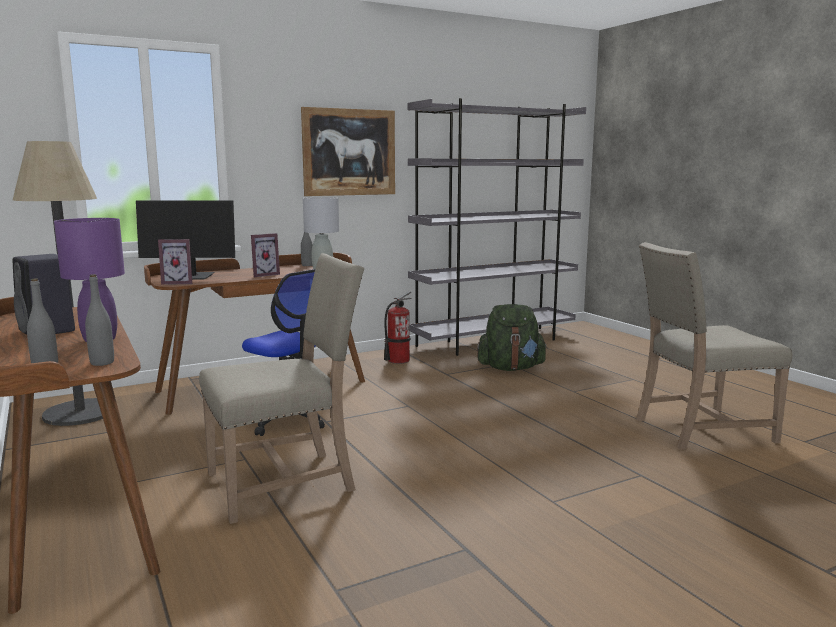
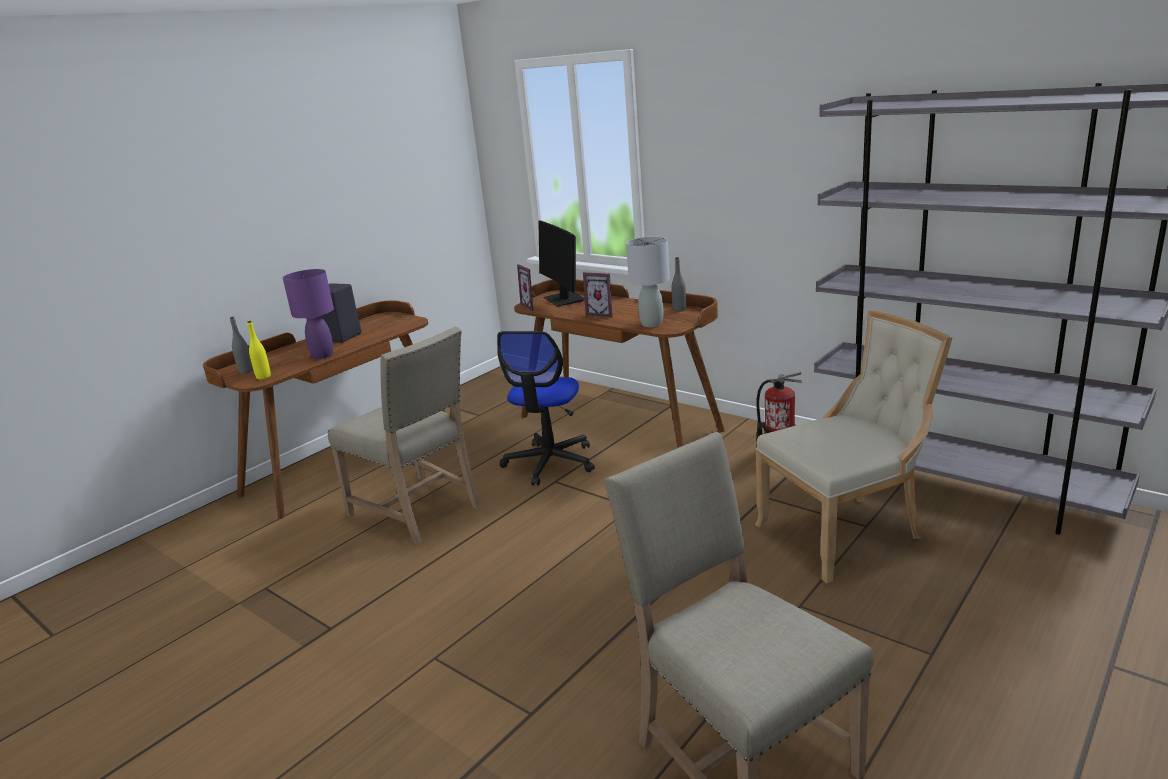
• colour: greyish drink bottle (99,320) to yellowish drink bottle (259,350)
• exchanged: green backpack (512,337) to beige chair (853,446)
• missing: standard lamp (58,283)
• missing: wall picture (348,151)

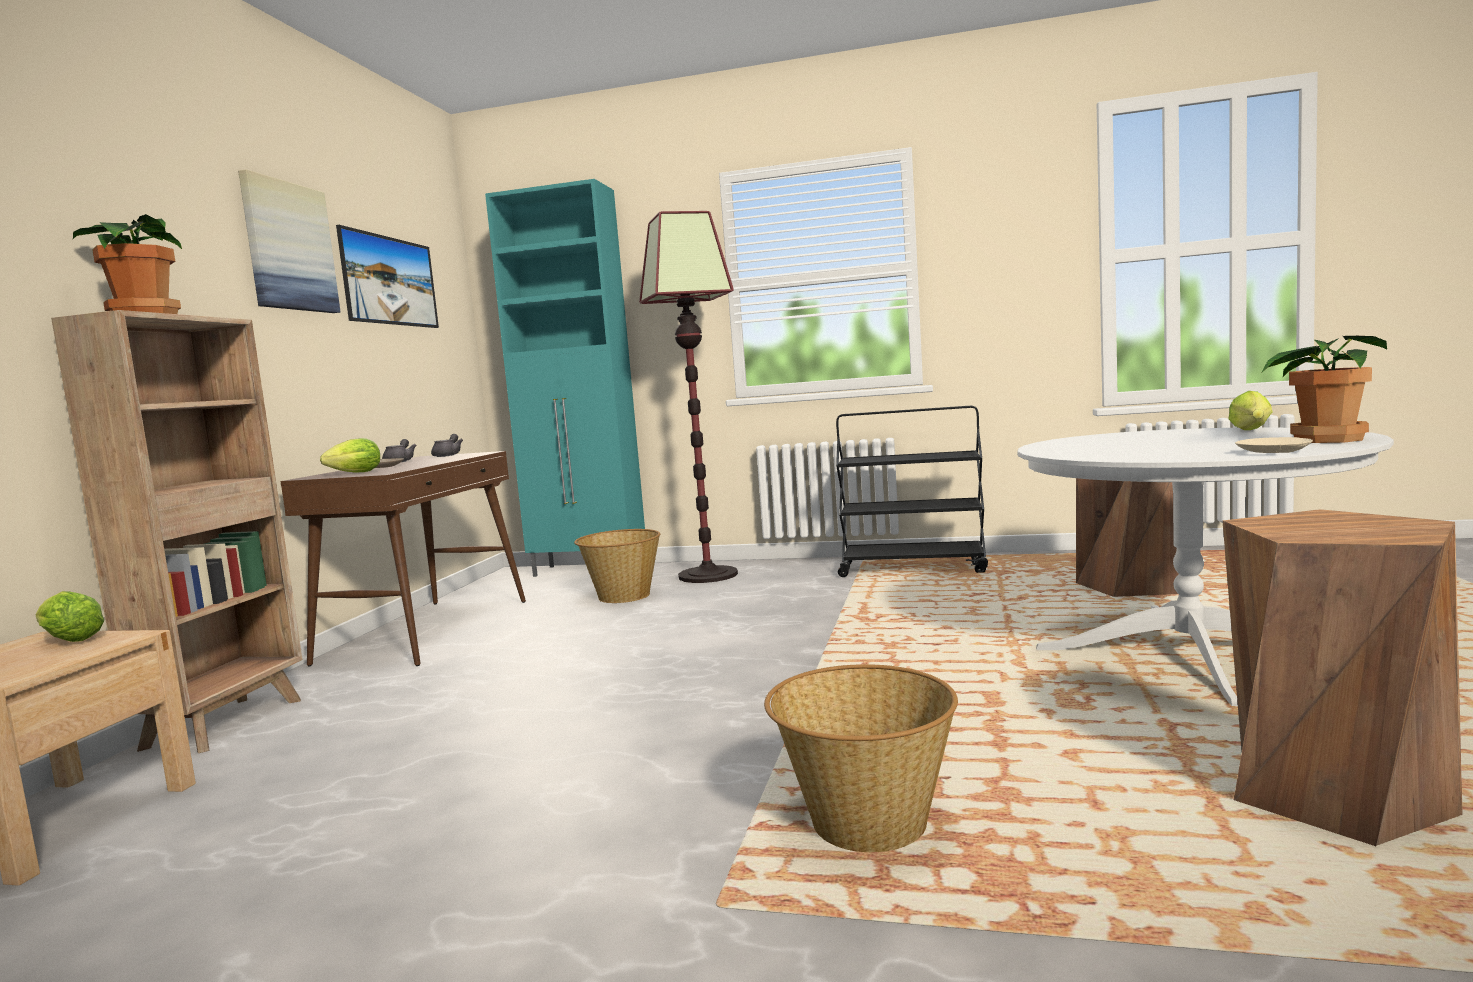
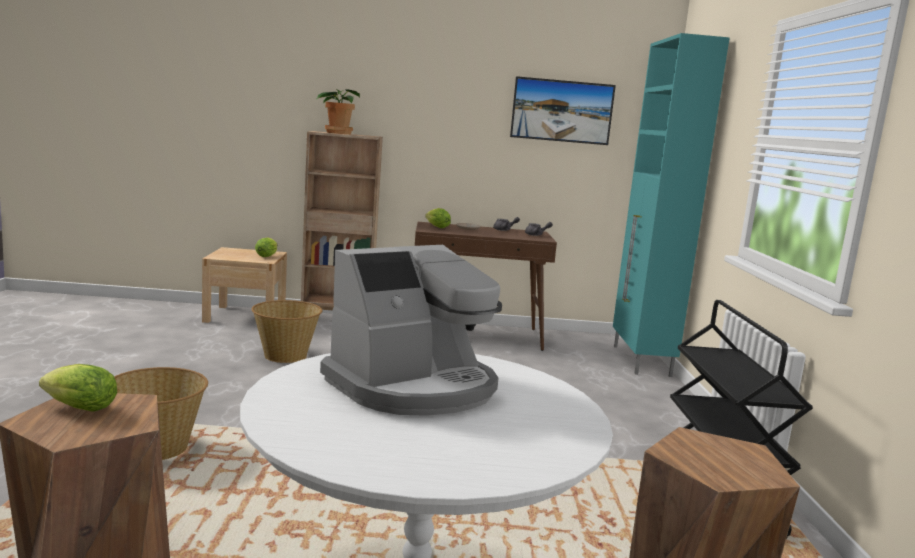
• relocated: lettuce (1250,410) to (78,388)
• relocated: basket (617,566) to (286,331)
• appeared: coffee machine (411,330)
• missing: wall picture (289,241)
• missing: standard lamp (688,397)
• missing: beige plate (1274,445)
• missing: plant in a pot (1324,389)

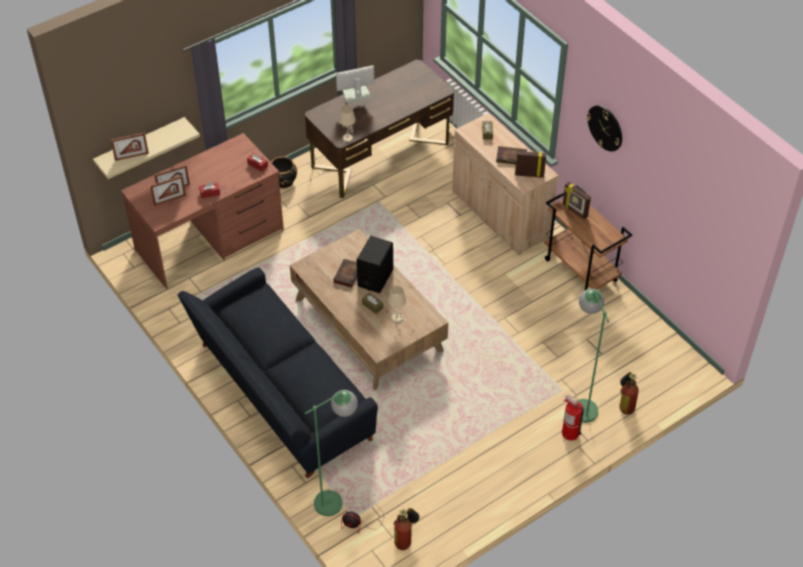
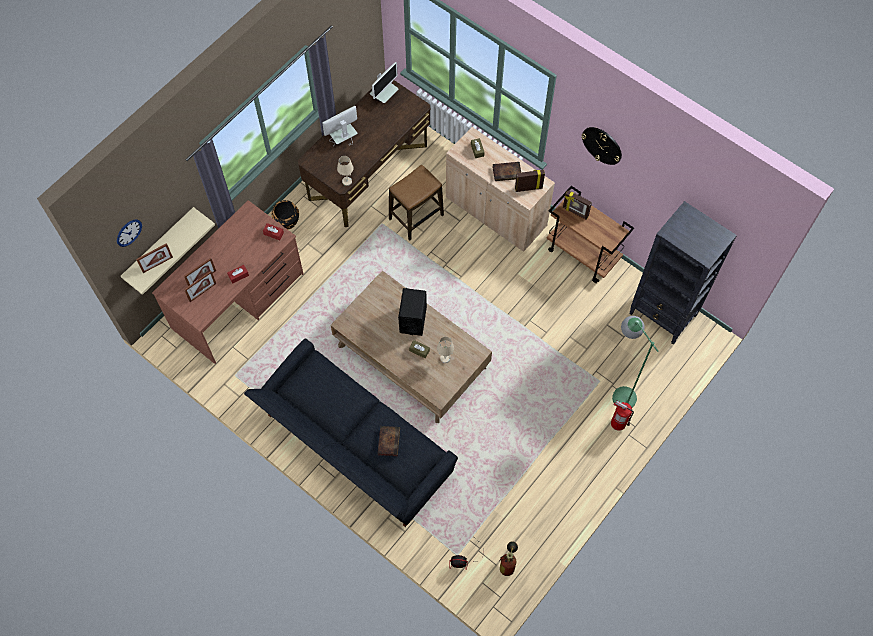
• appeared: hanging clock (129,233)
• appeared: computer screen (384,82)
• relocated: bound book (345,273) to (388,441)
• appeared: stool (416,203)
• appeared: blackish bookcase (683,272)
• missing: green standard lamp (331,453)
• missing: extinguisher (629,393)

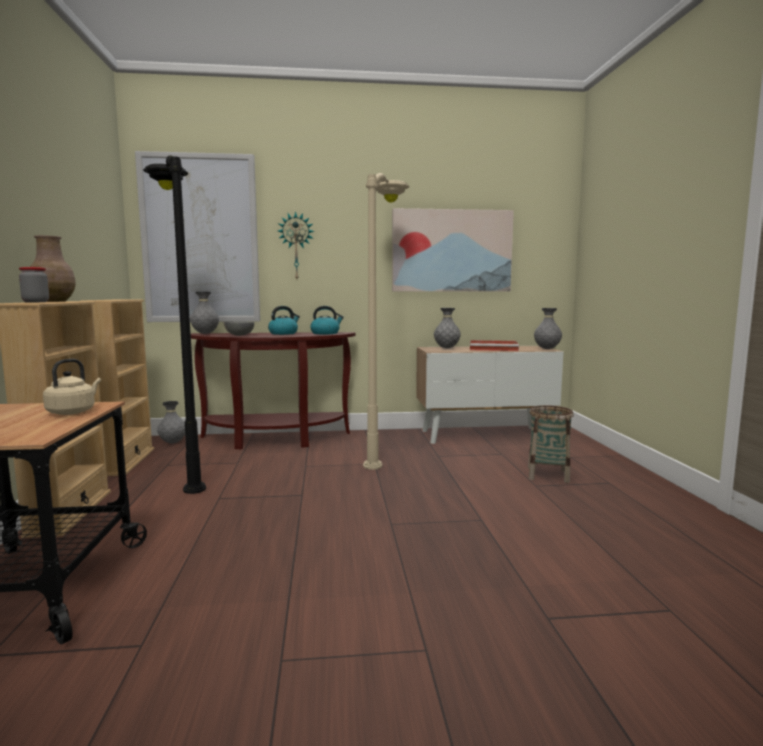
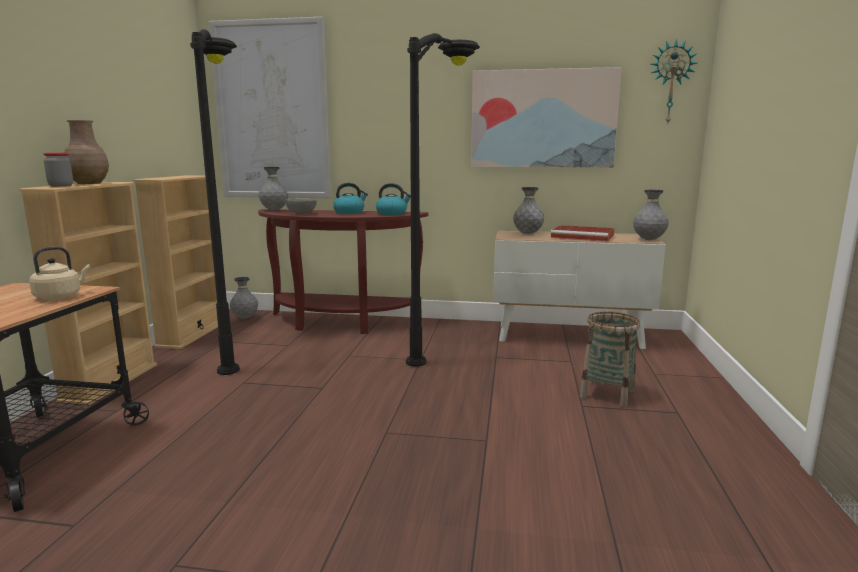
• colour: beige standard lamp (386,321) to blackish standard lamp (443,200)
• relocated: hanging clock (296,245) to (674,81)

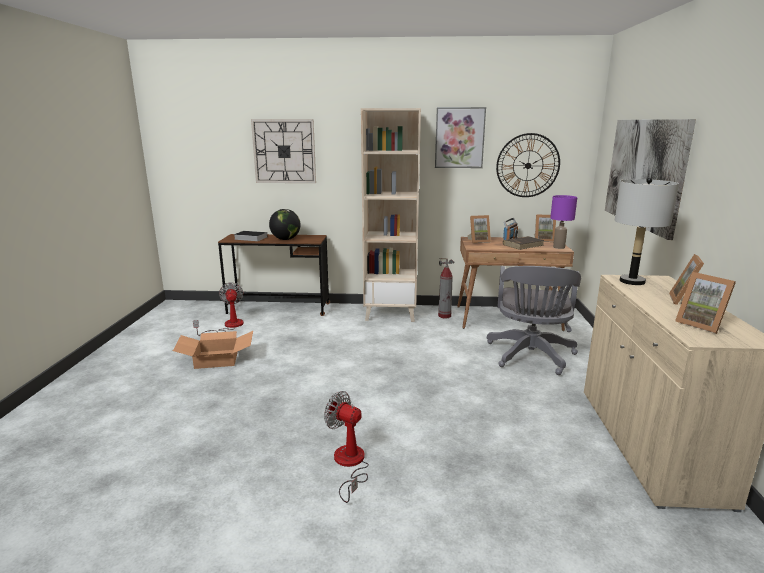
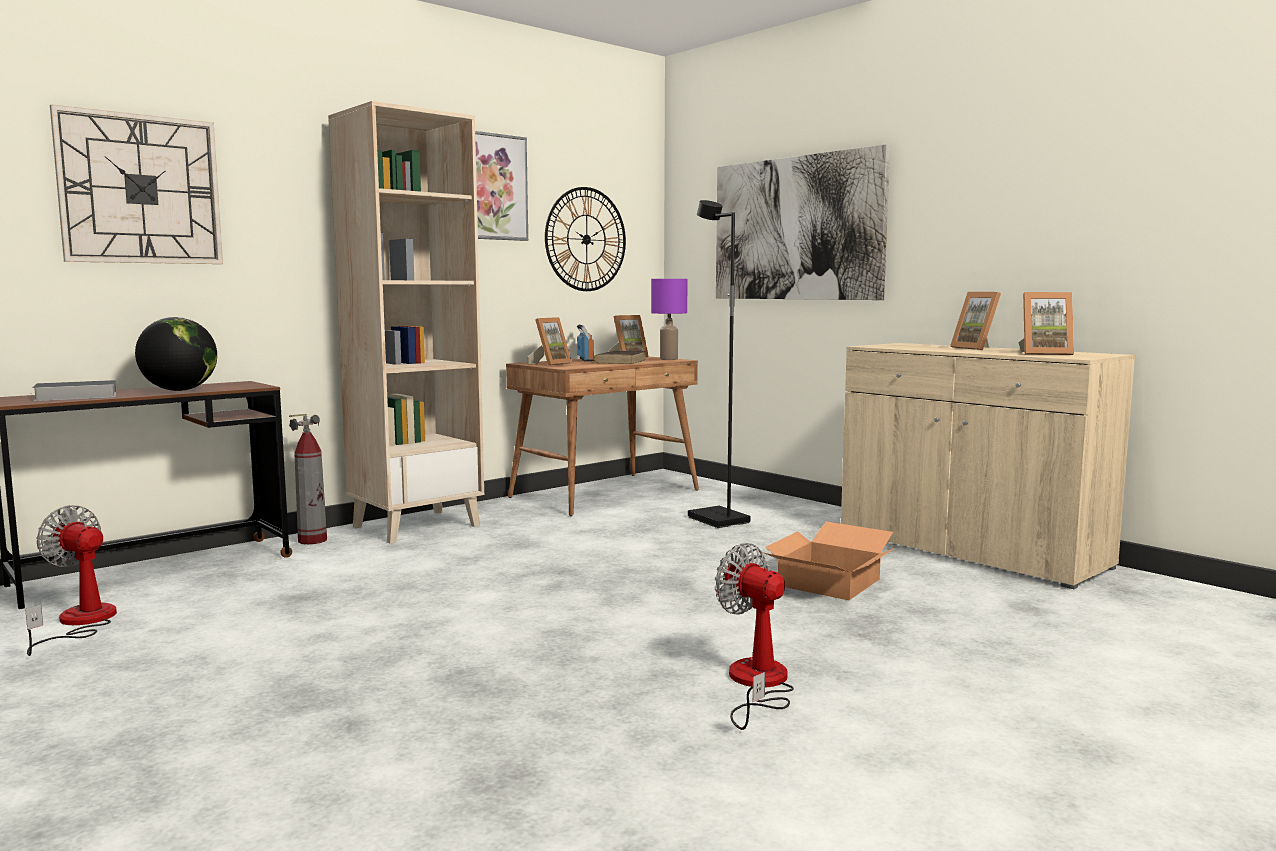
• relocated: extinguisher (446,288) to (308,479)
• exchanged: greyish desk chair (534,320) to blackish standard lamp (719,364)
• spun: cooling fan (346,447) = (754,636) 60 degrees clockwise
• relocated: cardboard box (213,350) to (828,560)
• missing: greyish lamp for a table (647,231)

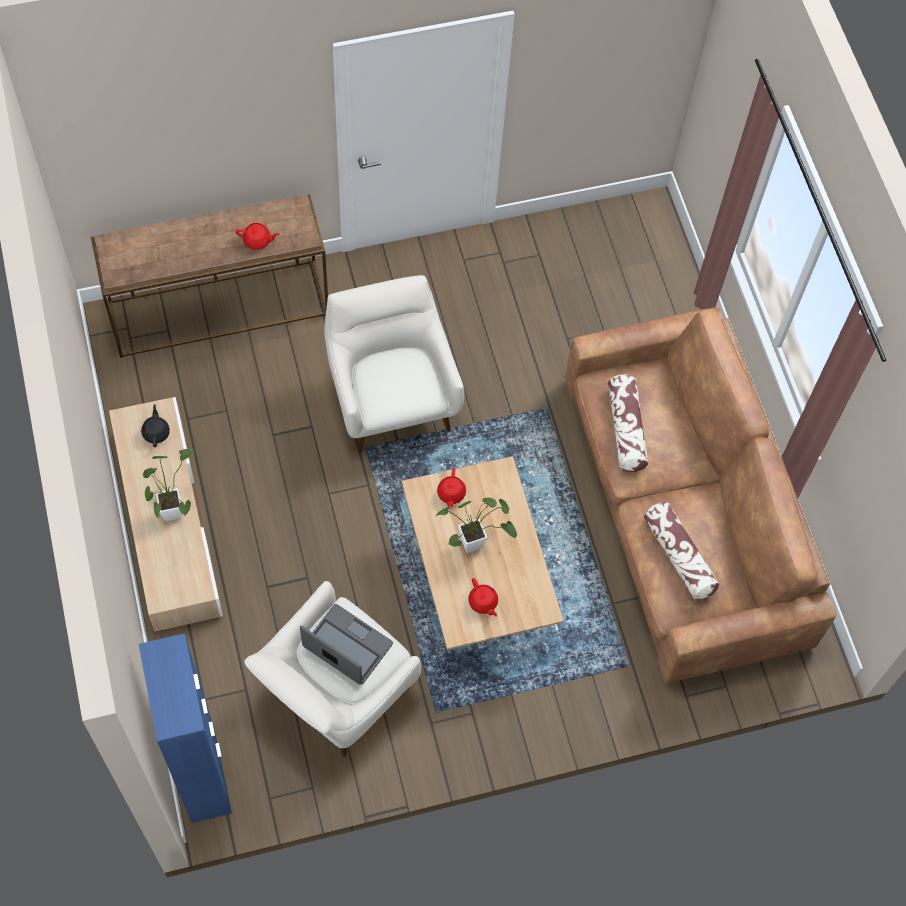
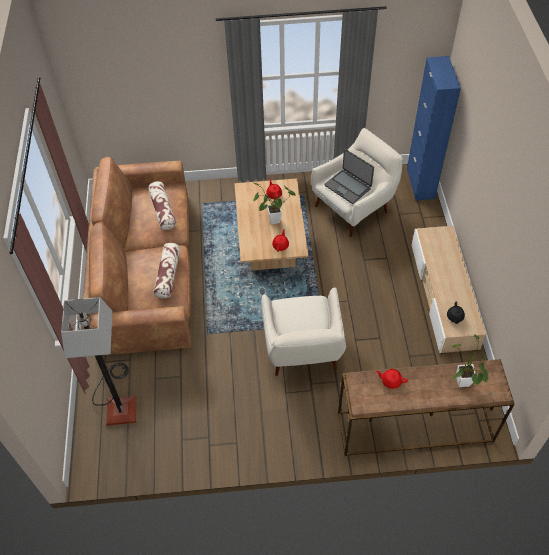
• appeared: standard lamp (98,361)
• relocated: plant in a pot (168,485) to (470,360)

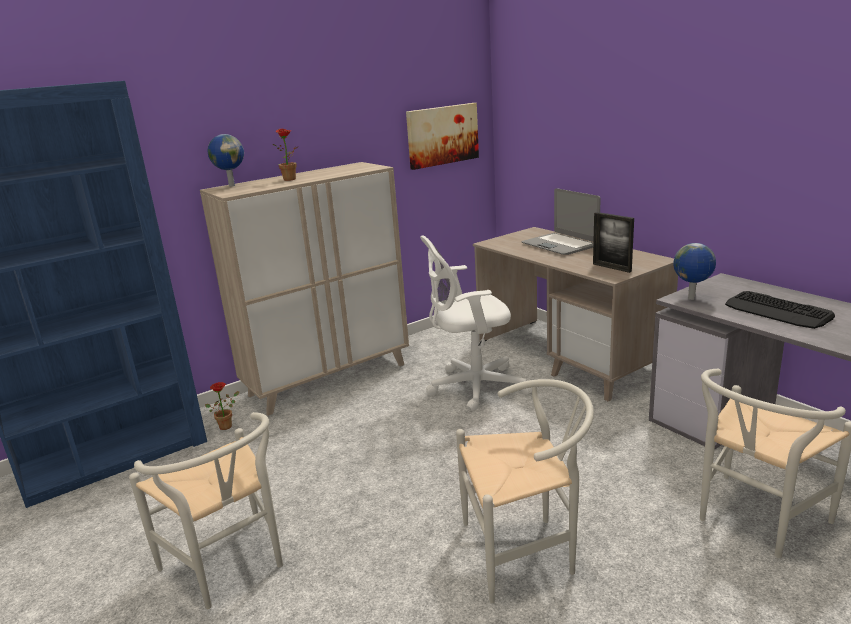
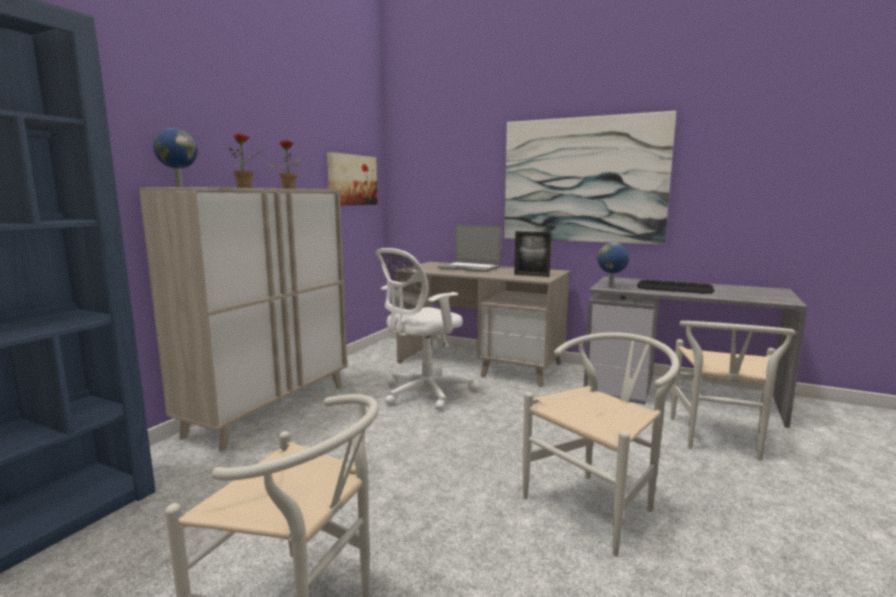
• relocated: plant in a pot (222,406) to (285,164)
• appeared: wall picture (590,178)

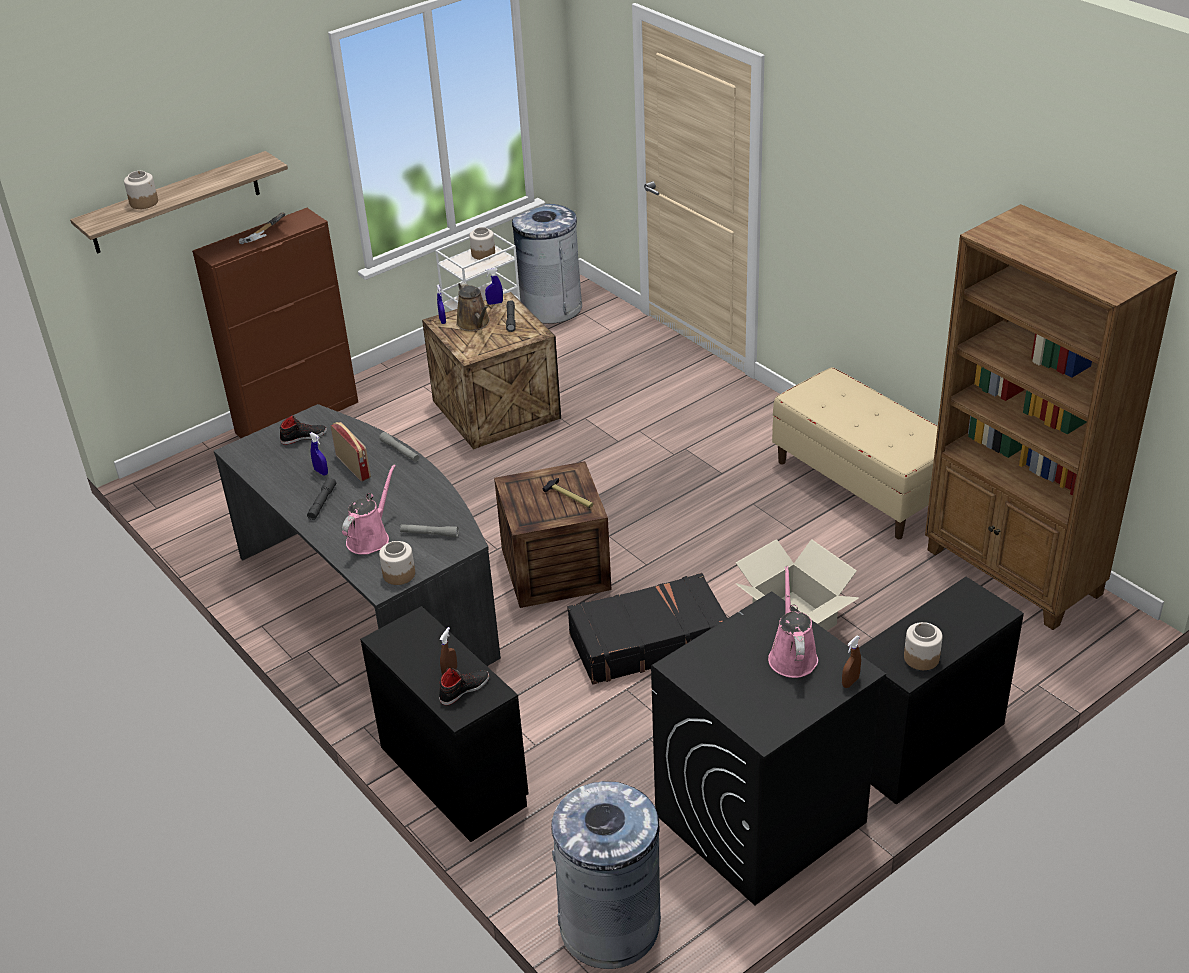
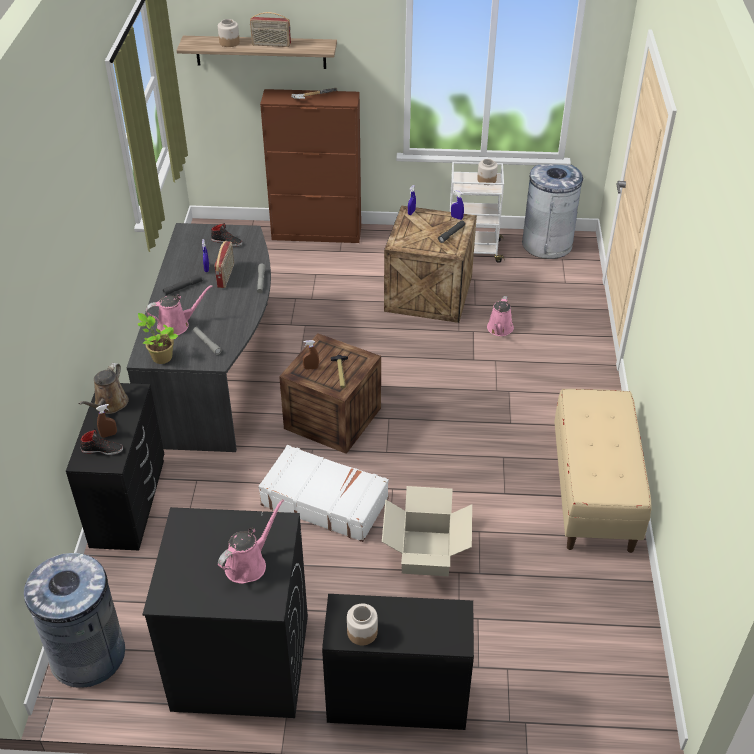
• relocated: brownish sprinkling can (473,306) to (104,388)
• exchanged: jar (397,563) to plant in a pot (158,338)
• appeared: radio (270,29)
• colour: blackish suitcase (647,629) to whitish suitcase (323,493)
• relocated: brownish hand sprayer (851,662) to (311,355)
• appeared: pinkish sprinkling can (500,316)
• missing: brownish bookcase (1051,417)

